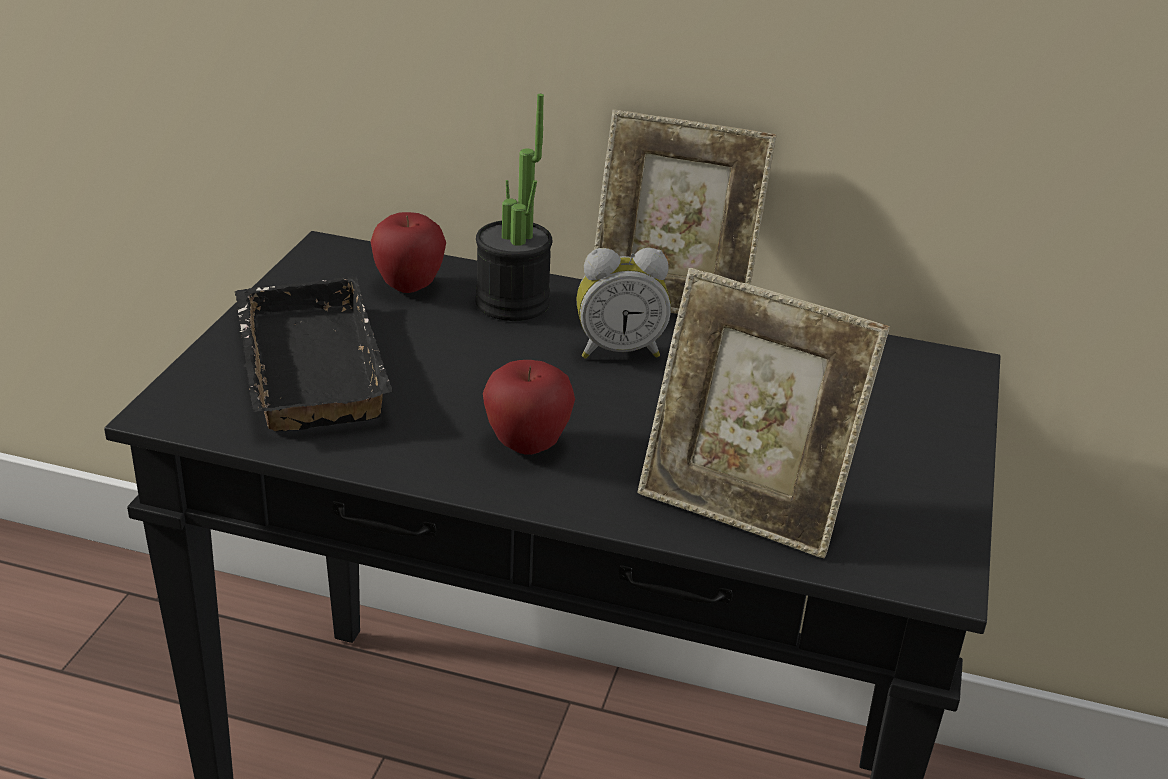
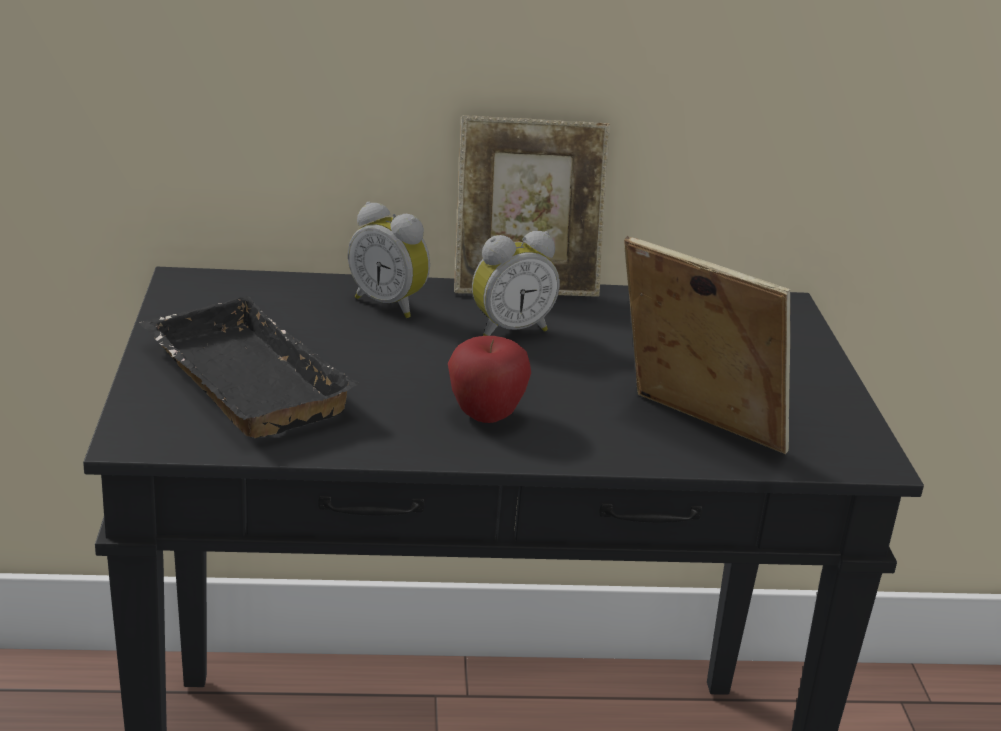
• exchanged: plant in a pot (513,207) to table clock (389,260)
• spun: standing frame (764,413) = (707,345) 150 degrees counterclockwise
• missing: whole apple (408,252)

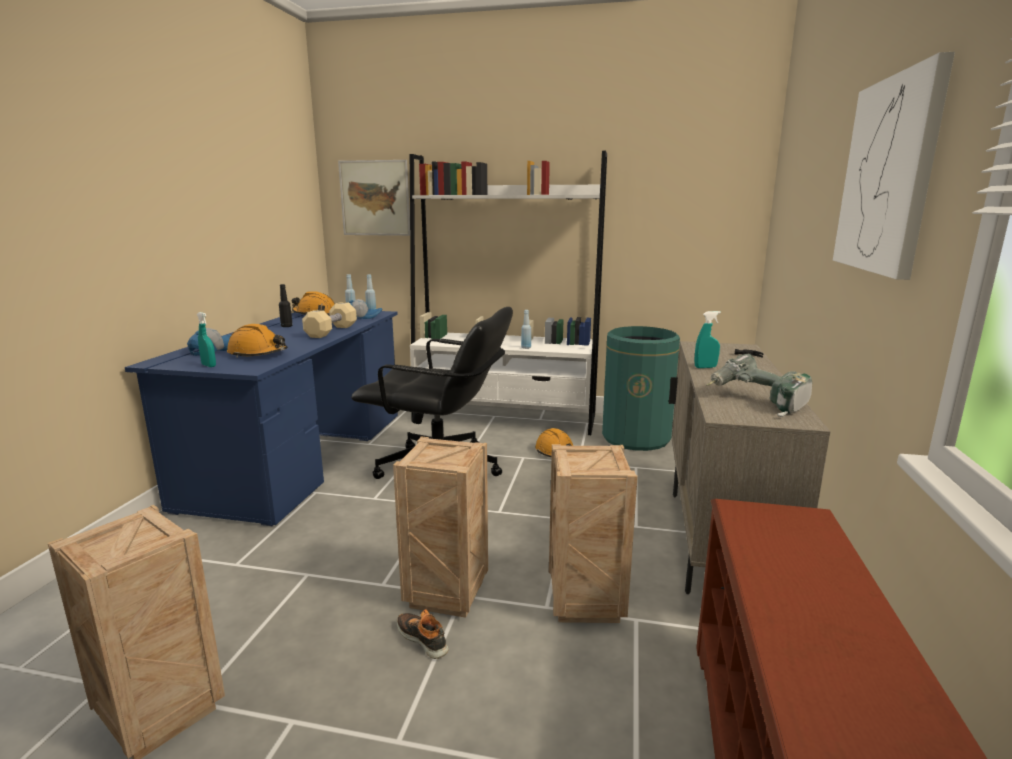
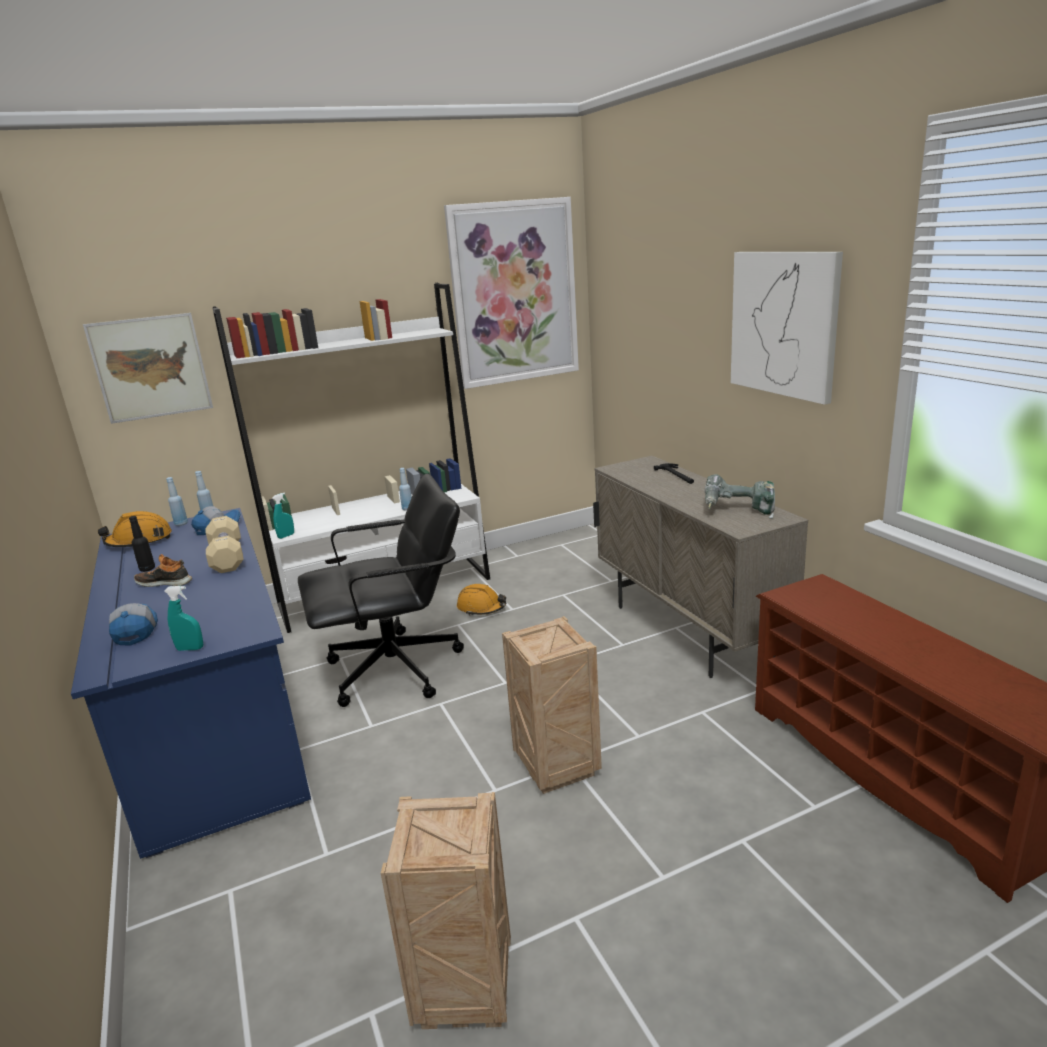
• relocated: shoe (423,634) to (163,570)
• relocated: blue-green hand sprayer (707,339) to (283,515)
• appeared: wall picture (511,293)
• missing: orange hard hat (257,341)
• missing: shipping crate (593,533)
• missing: green rubbish bin (641,388)

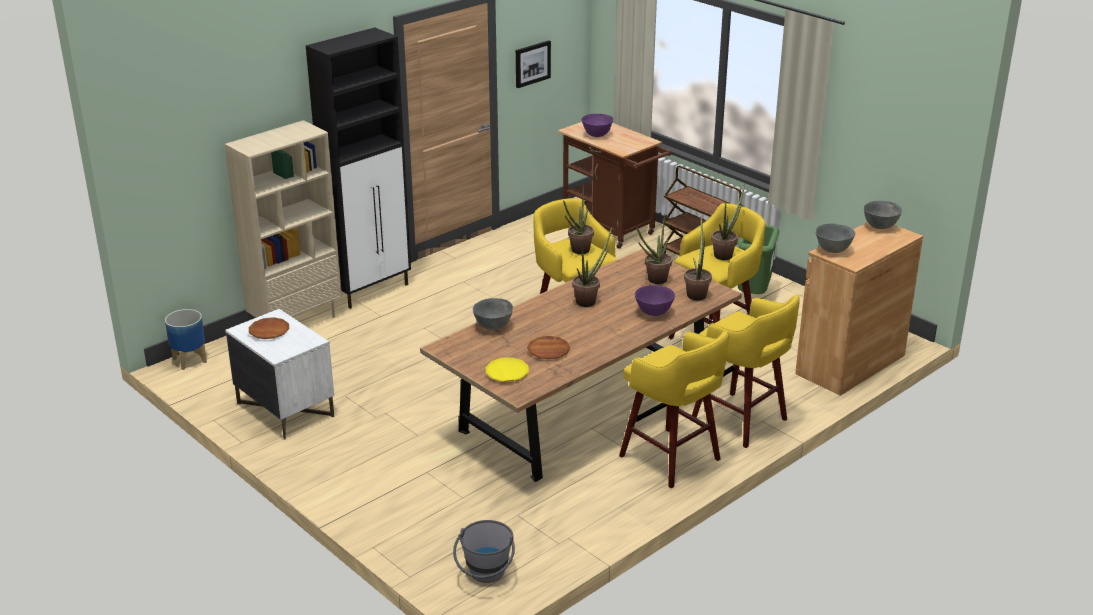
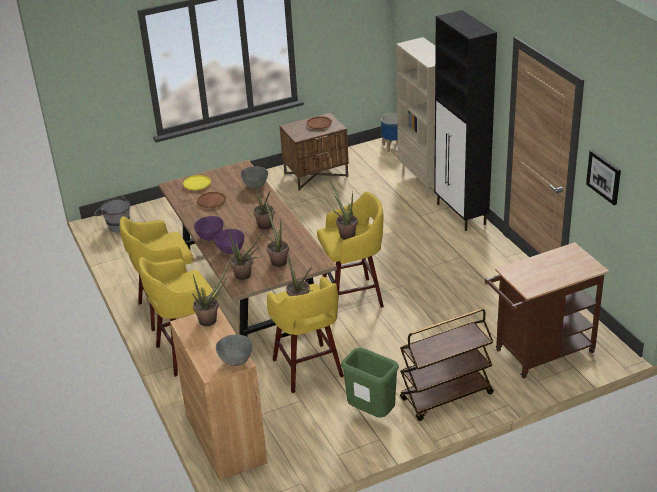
• exchanged: greyish serving bowl (835,238) to plant in a pot (211,292)
• relocated: purple serving bowl (597,125) to (209,228)
• colour: whitish bedside table (279,374) to brownish bedside table (314,152)

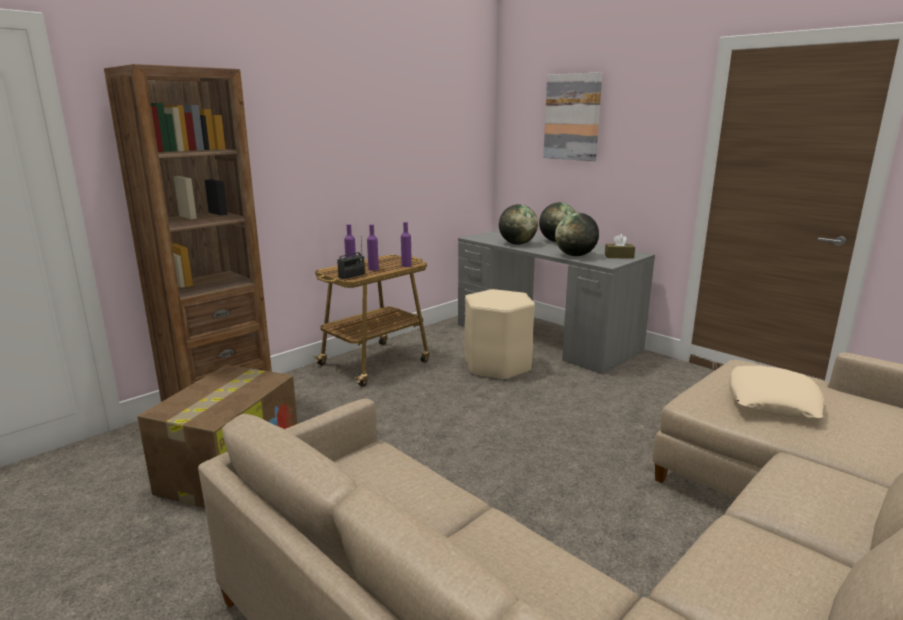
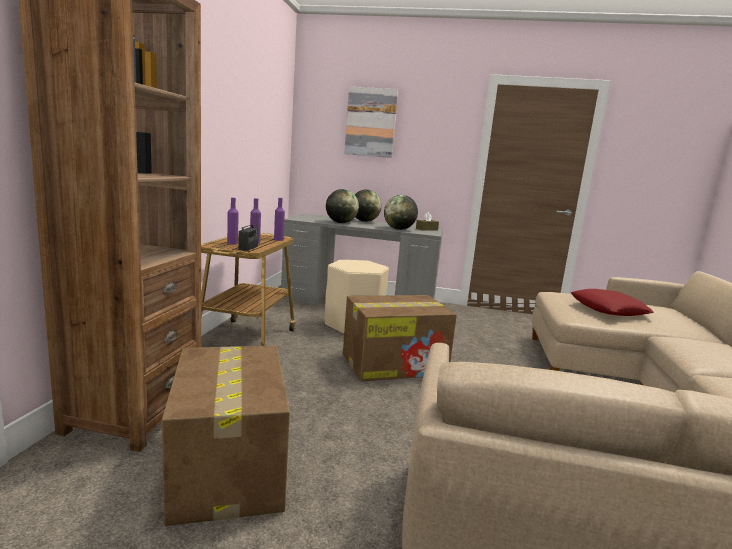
• appeared: cardboard box (400,338)
• colour: beige pillow (776,392) to reddish pillow (612,302)

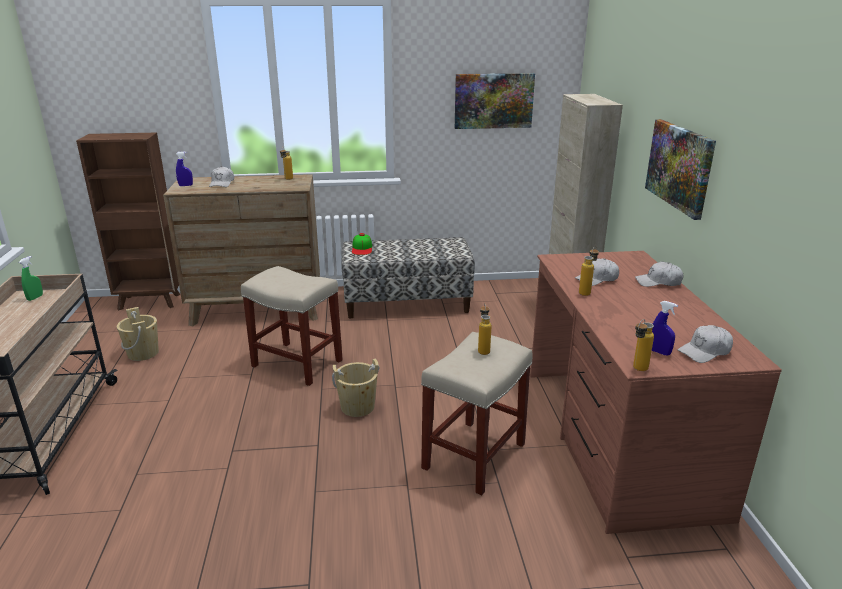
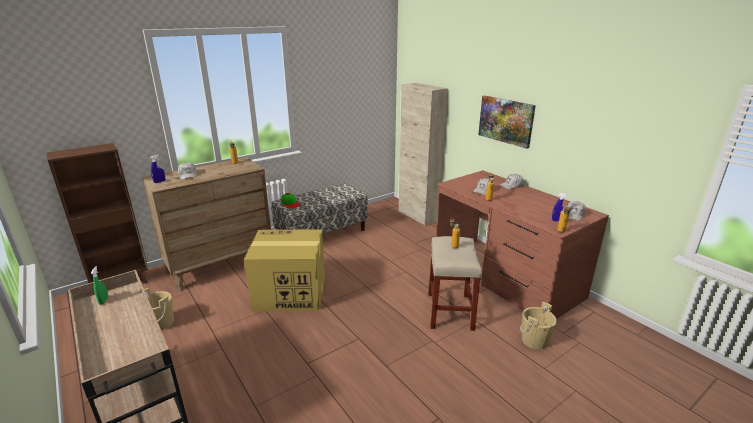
• exchanged: beige stool (292,326) to cardboard box (284,270)
• relocated: beige bucket (355,388) to (538,326)
• missing: wall picture (495,101)

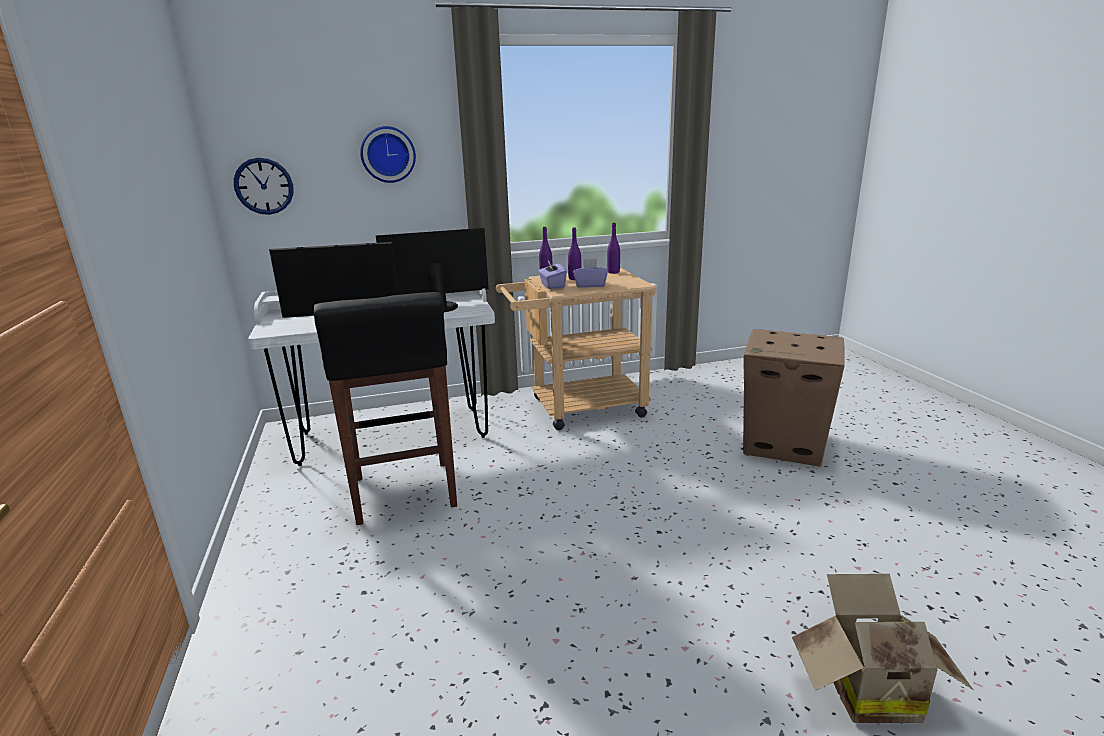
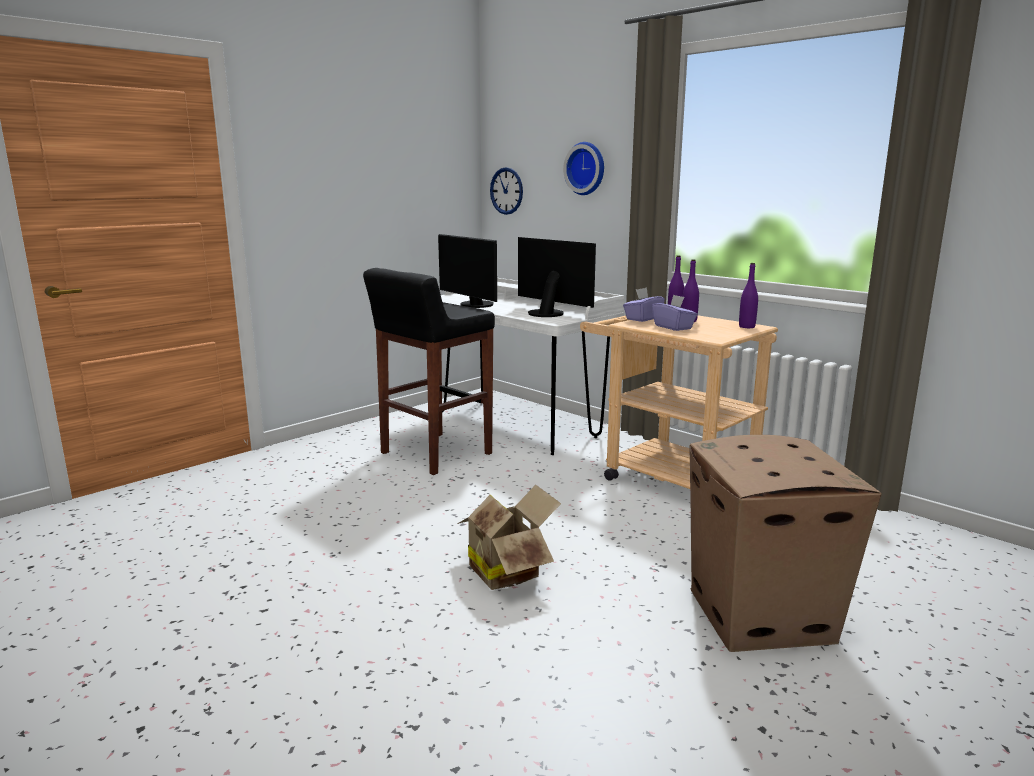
• relocated: cardboard box (882,648) to (509,537)

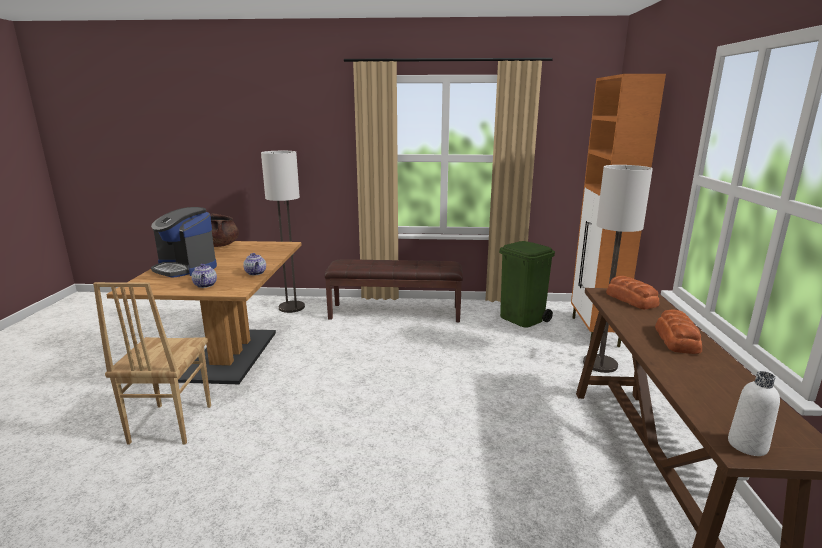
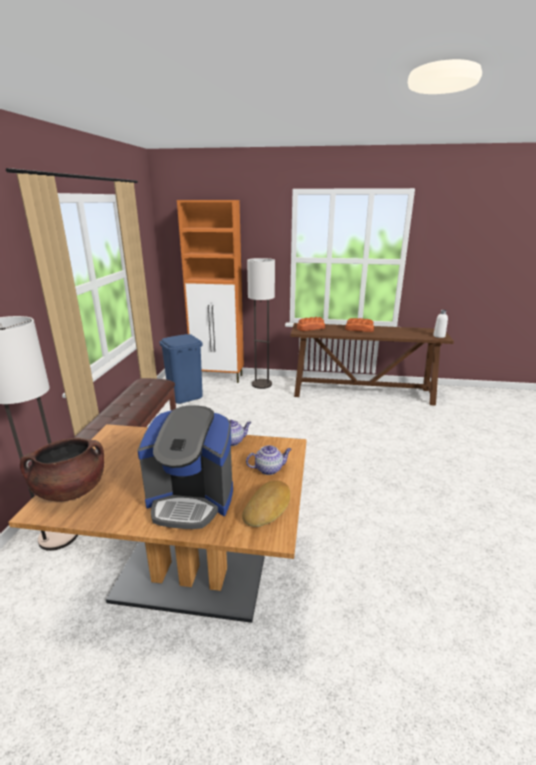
• spun: coffee machine (184,242) = (185,467) 60 degrees clockwise
• colour: green rubbish bin (527,284) to bluish rubbish bin (181,369)
• appeared: baked bread (266,504)
• missing: brownish chair (152,363)

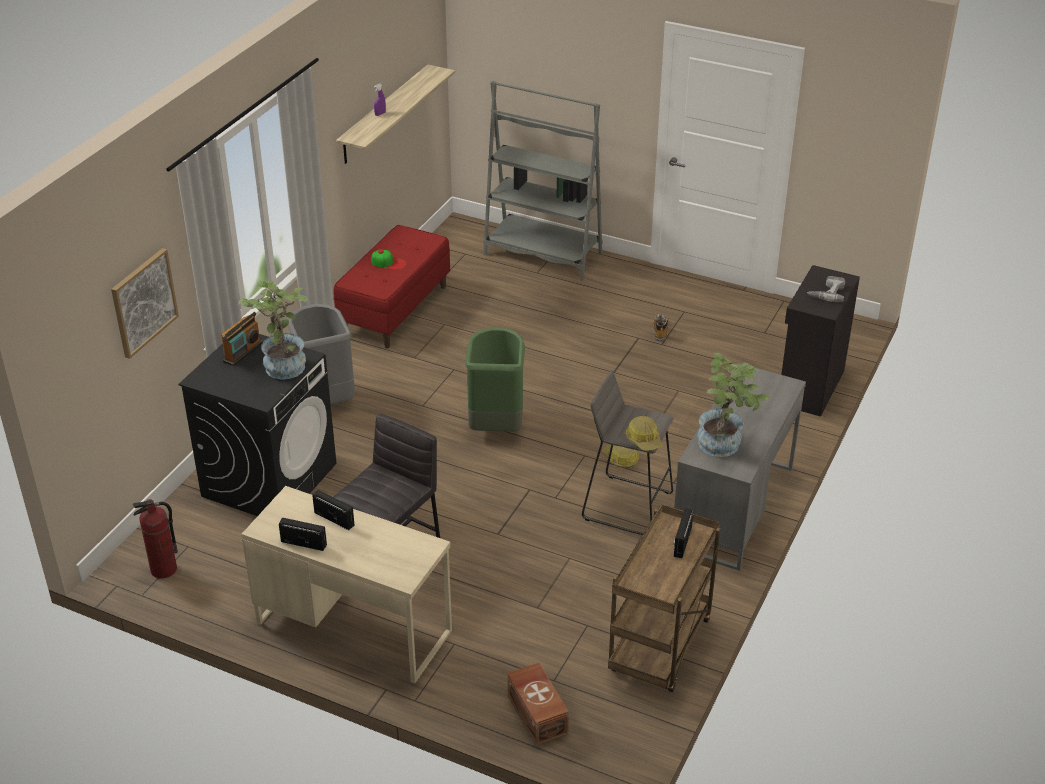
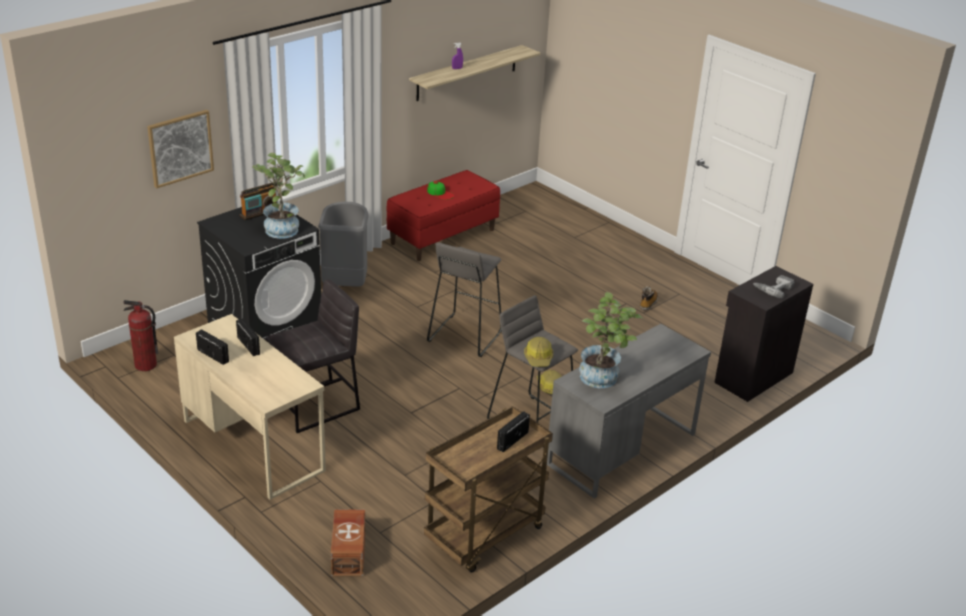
• exchanged: green rubbish bin (495,379) to greyish stool (464,299)
• missing: greyish bookcase (543,181)

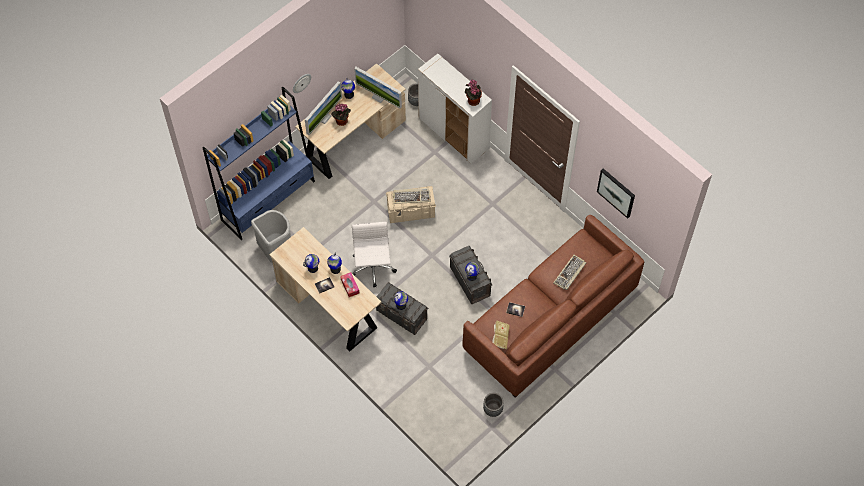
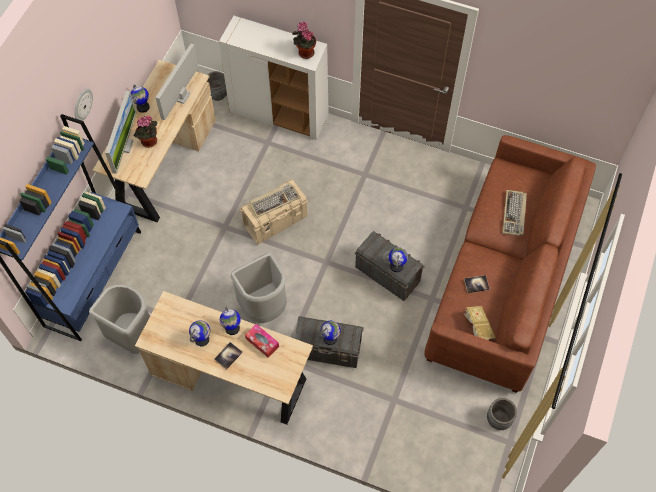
• spun: computer screen (378,88) = (176,82) 105 degrees clockwise
• exchanged: whitish desk chair (374,254) to greyish rubbish bin (258,288)
• missing: wall picture (616,194)

